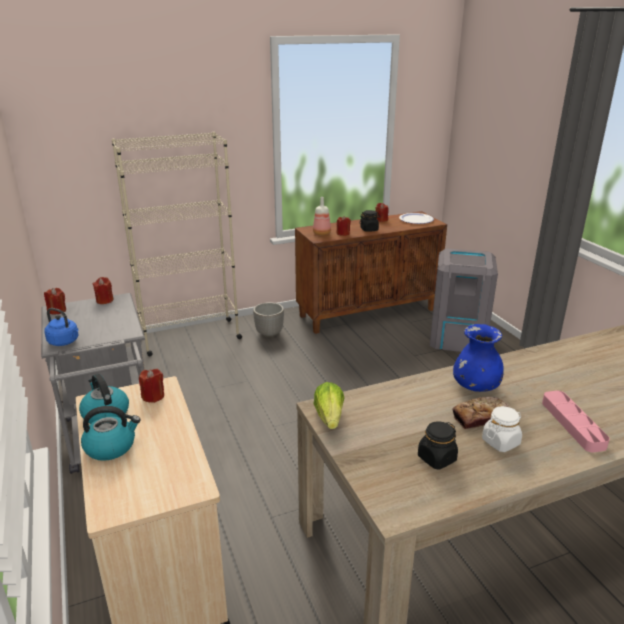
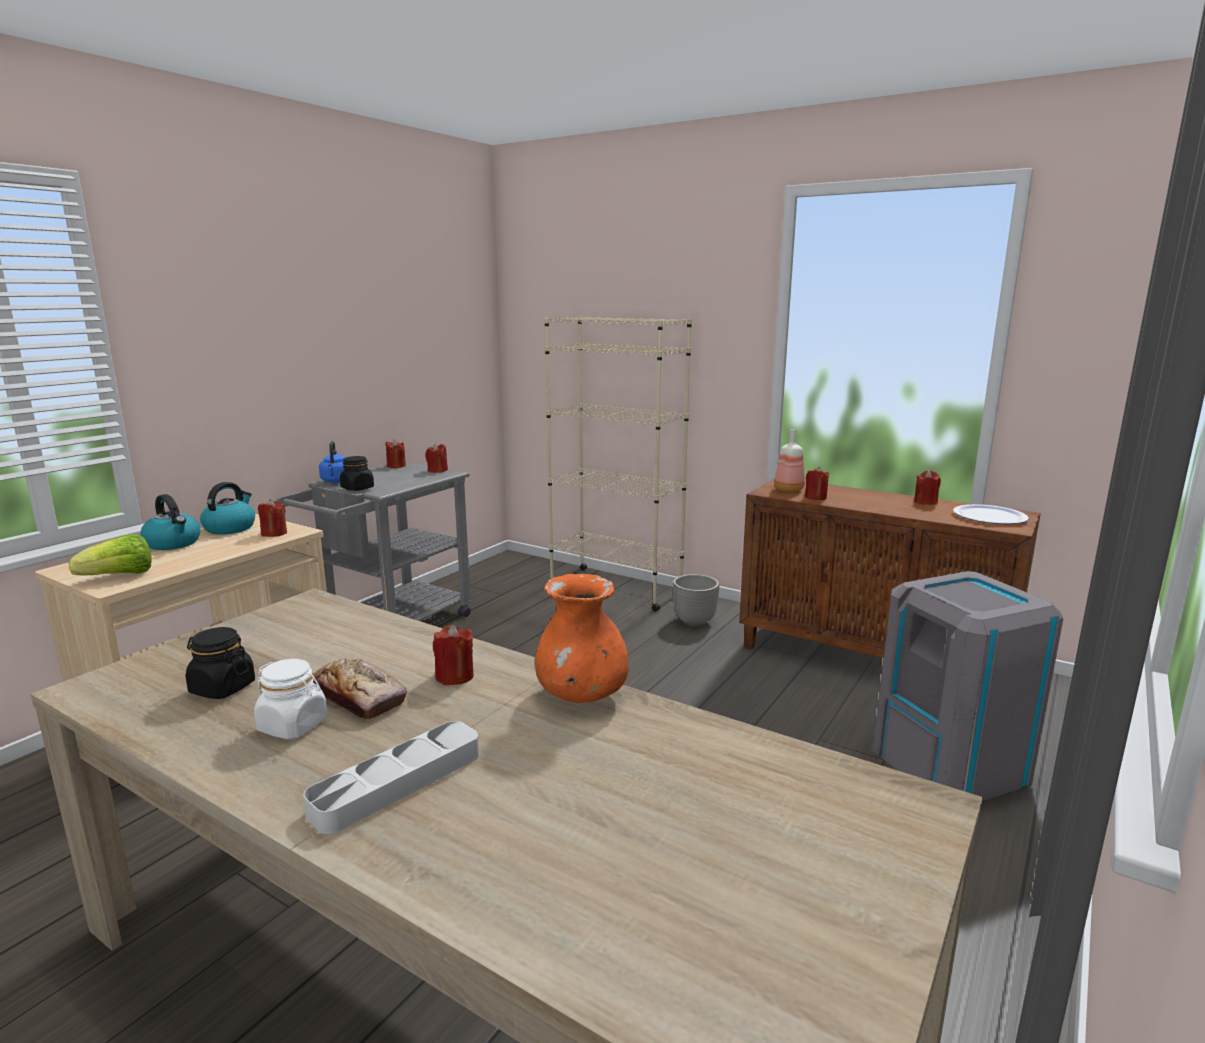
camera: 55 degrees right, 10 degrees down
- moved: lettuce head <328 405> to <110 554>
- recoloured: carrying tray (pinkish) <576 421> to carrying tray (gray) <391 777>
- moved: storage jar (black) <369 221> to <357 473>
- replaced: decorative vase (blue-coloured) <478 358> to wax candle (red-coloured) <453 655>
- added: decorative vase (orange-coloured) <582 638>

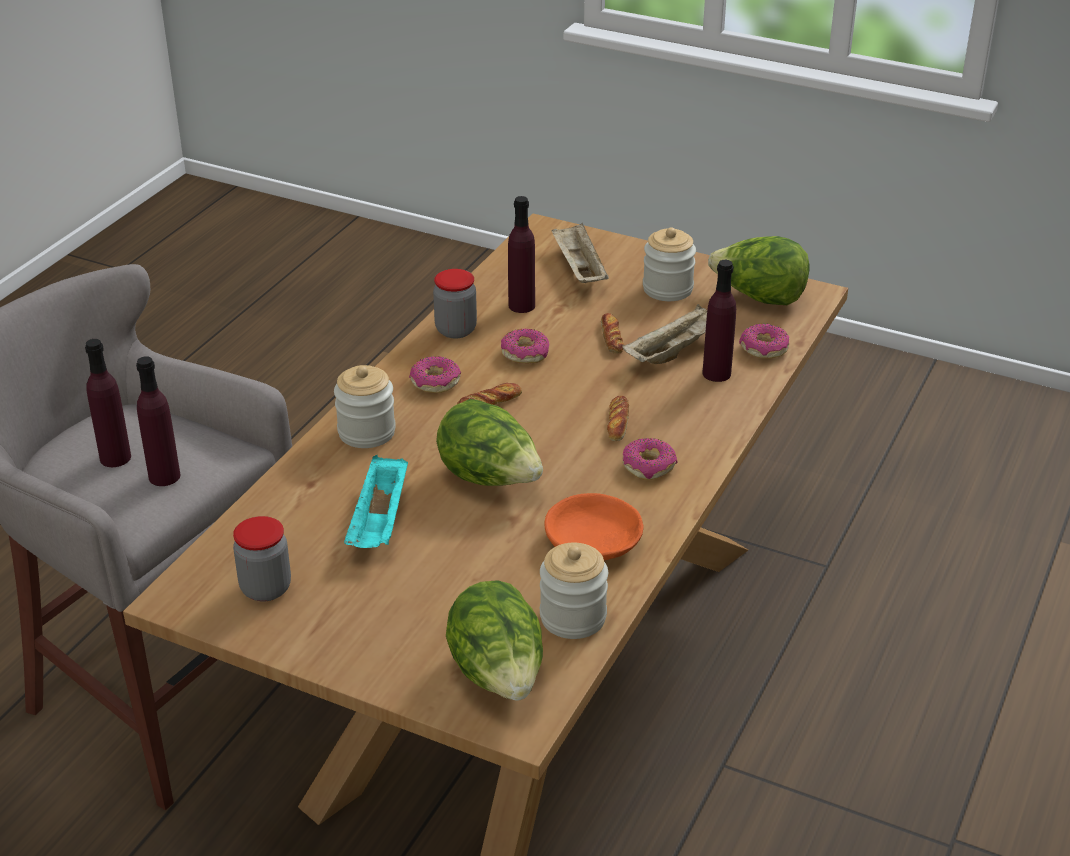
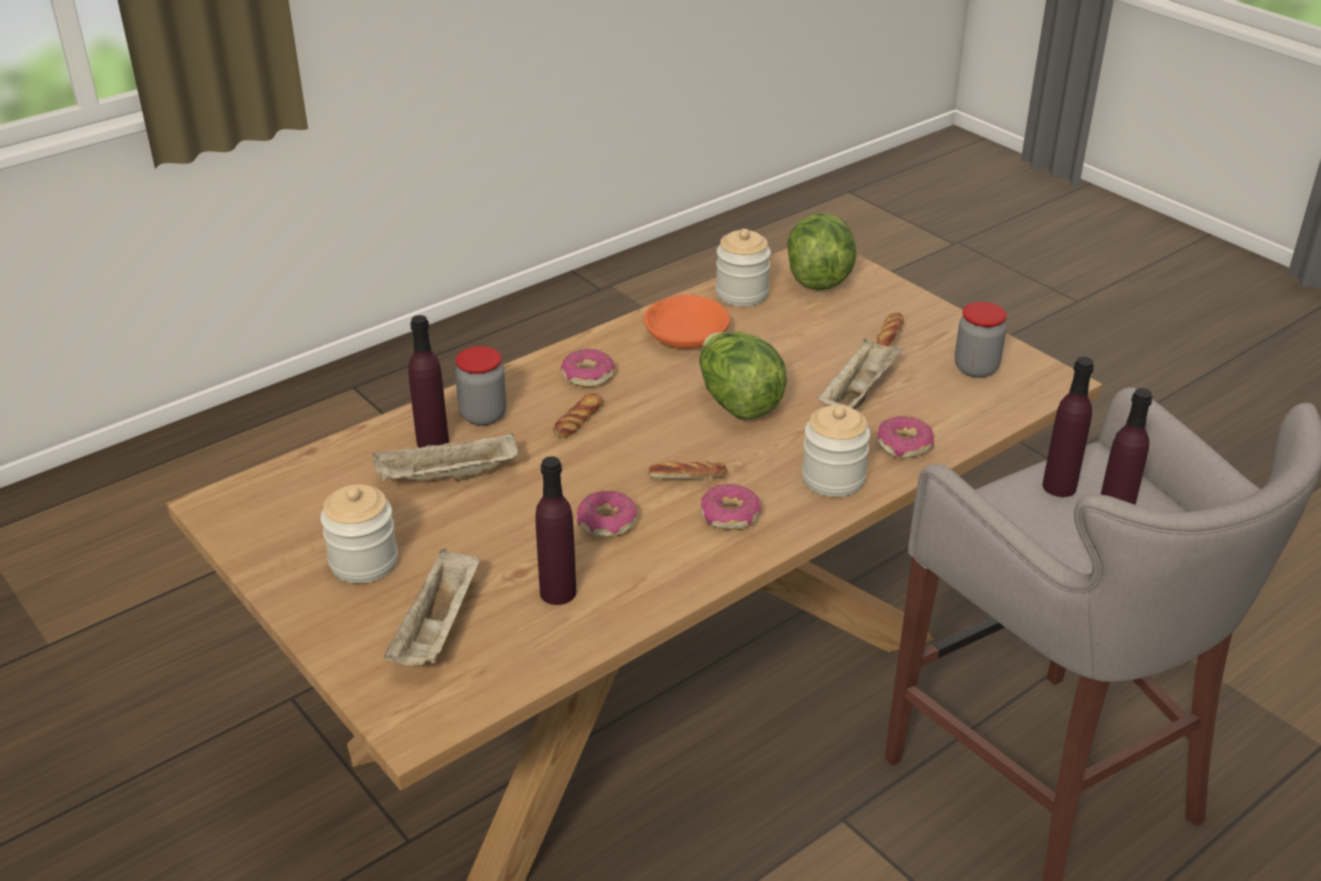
camera: 155 degrees left, 0 degrees up
- moved: storage jar <455 303> to <481 386>
- recoloured: carrying tray (turquoise) <376 501> to carrying tray (beige-coloured) <860 373>
- moved: bakery bread <612 333> to <890 330>
- moved: doughnut <764 341> to <905 437>
- removed: lettuce head <759 270>

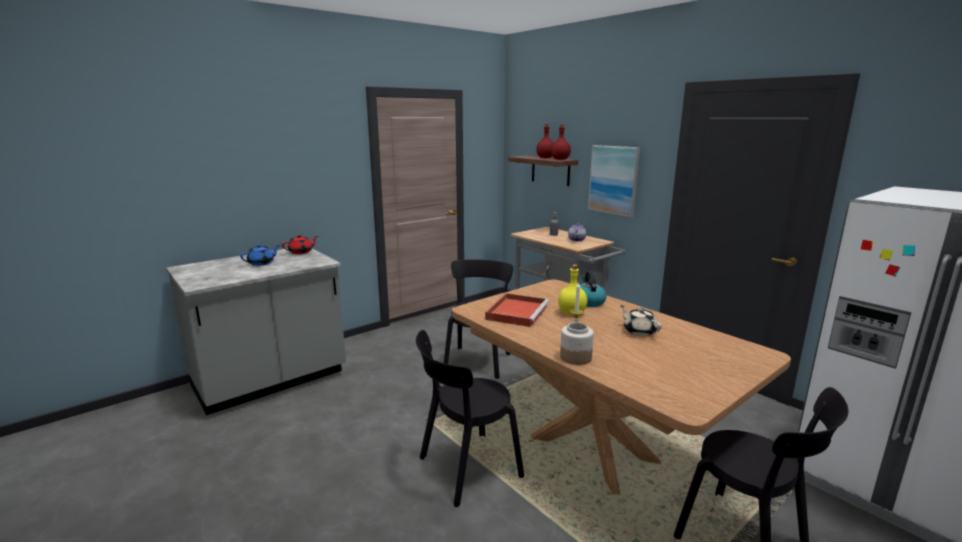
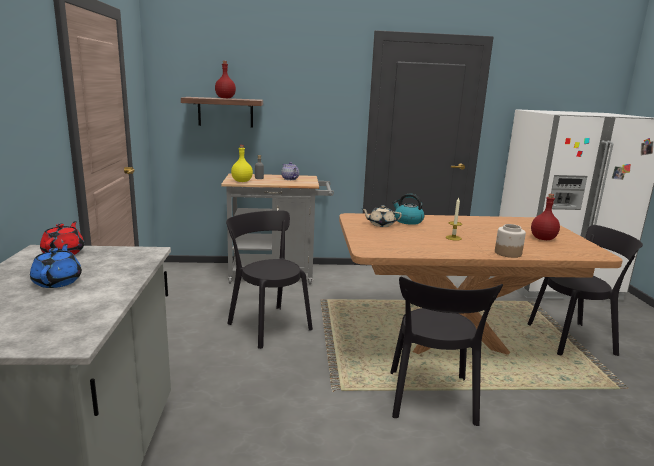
camera: 55 degrees left, 0 degrees up
- moved: bottle (yellow) <572 290> to <242 163>
- moved: pot for tea (beige-coloured) <641 320> to <381 216>
- moved: bottle (red-coloured) <561 142> to <545 217>
- removed: carrying tray (red-coloured) <517 310>
- removed: wall art <614 181>

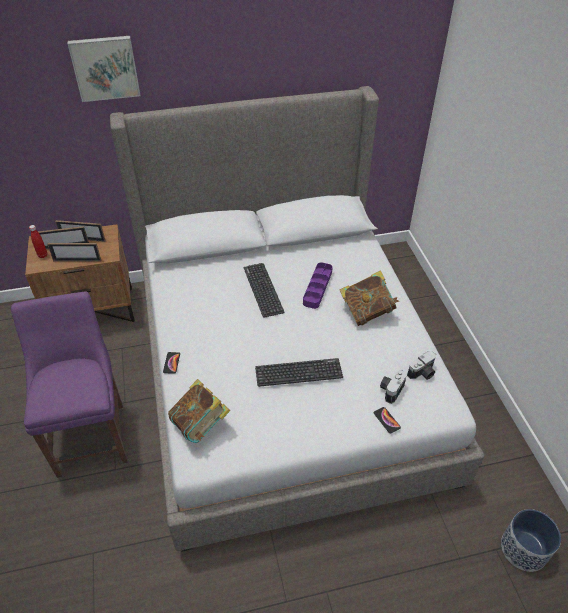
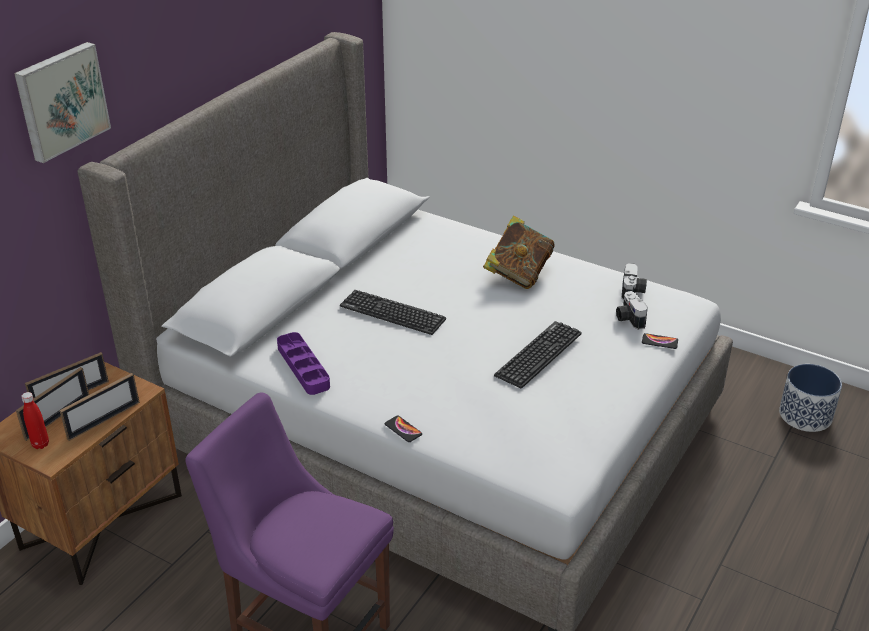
camera: 45 degrees left, 10 degrees down
- moved: carrying tray (purple) <318 285> to <303 363>
- removed: volume <199 411>

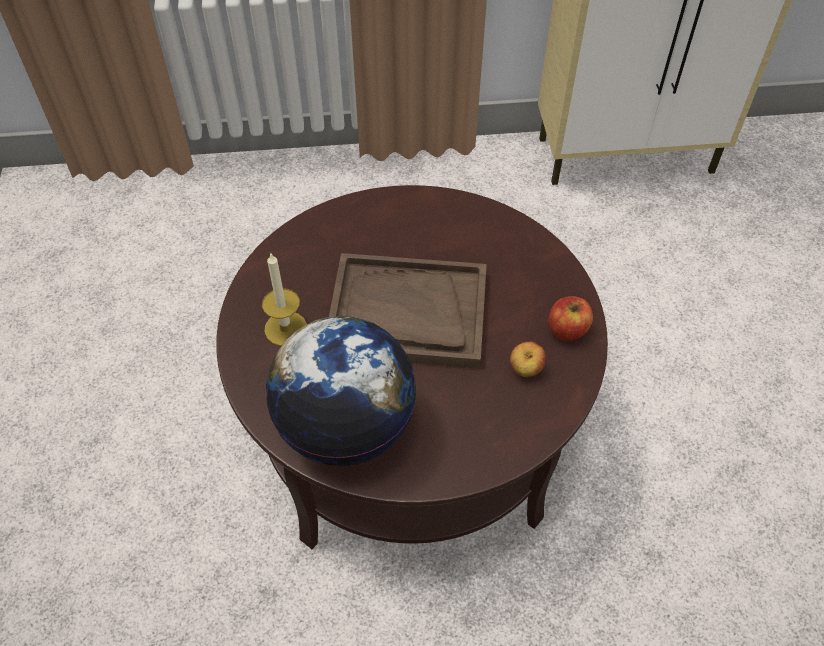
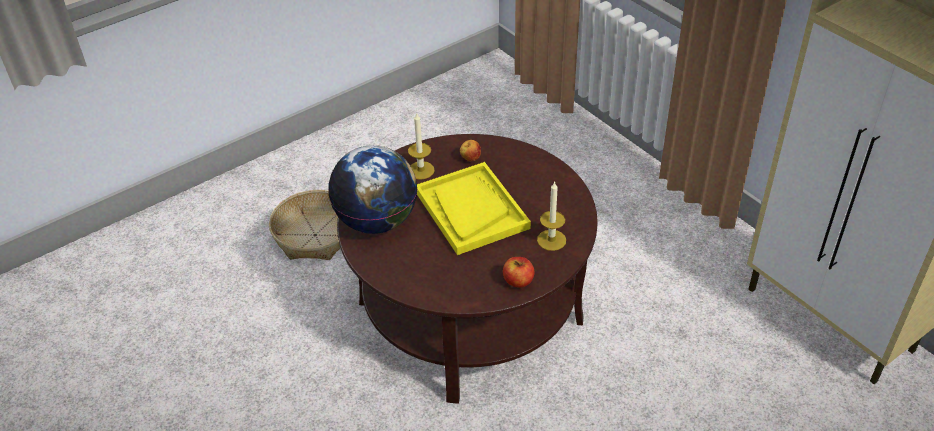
camera: 60 degrees right, 10 degrees down
- added: basket <304 225>
- recoloured: carrying tray (brown-coloured) <408 310> to carrying tray (yellow) <474 208>
- moved: whole apple <528 359> to <470 150>
- added: wax candle <551 216>

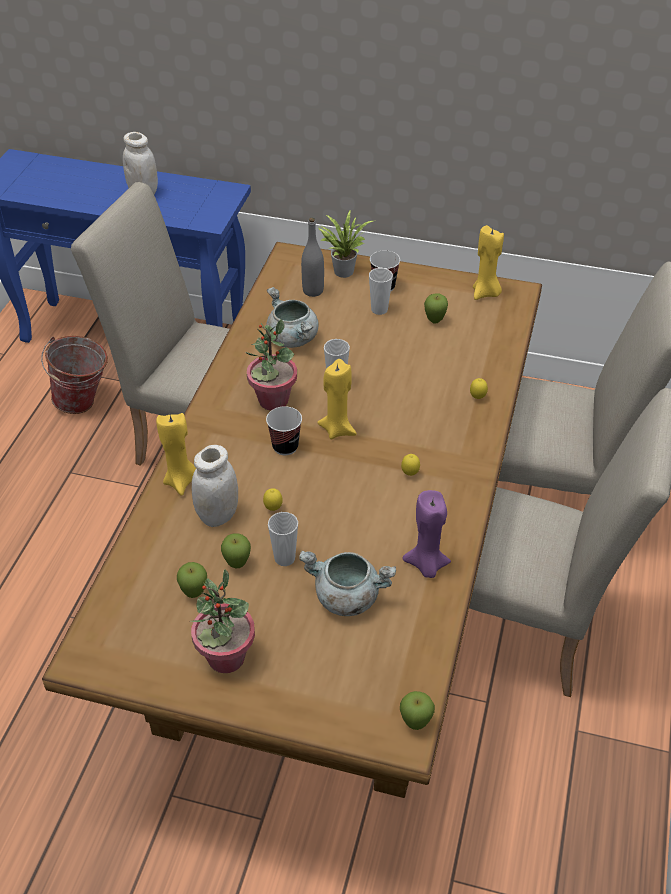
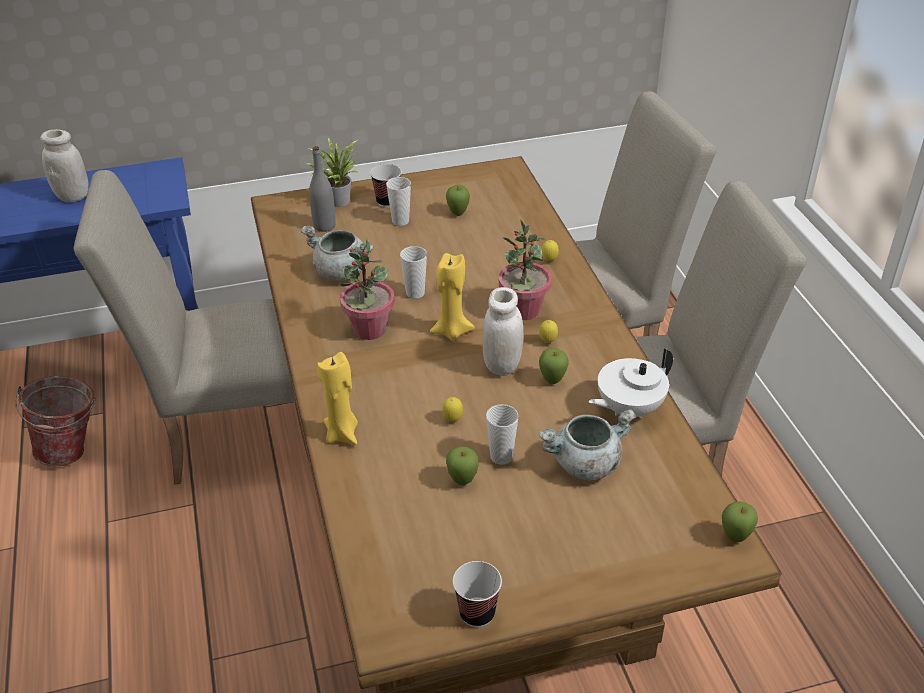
camera: 30 degrees left, 5 degrees down
- moved: drinking cup <284 430> to <477 594>
- moved: storage jar (whitish) <215 486> to <503 331>
- moved: potted plant <222 621> to <525 269>
- moved: whole apple <192 580> to <554 366>
- replaced: wax candle (purple) <427 534> to pot for tea (whitish) <631 383>
- removed: wax candle (yellow) <488 262>

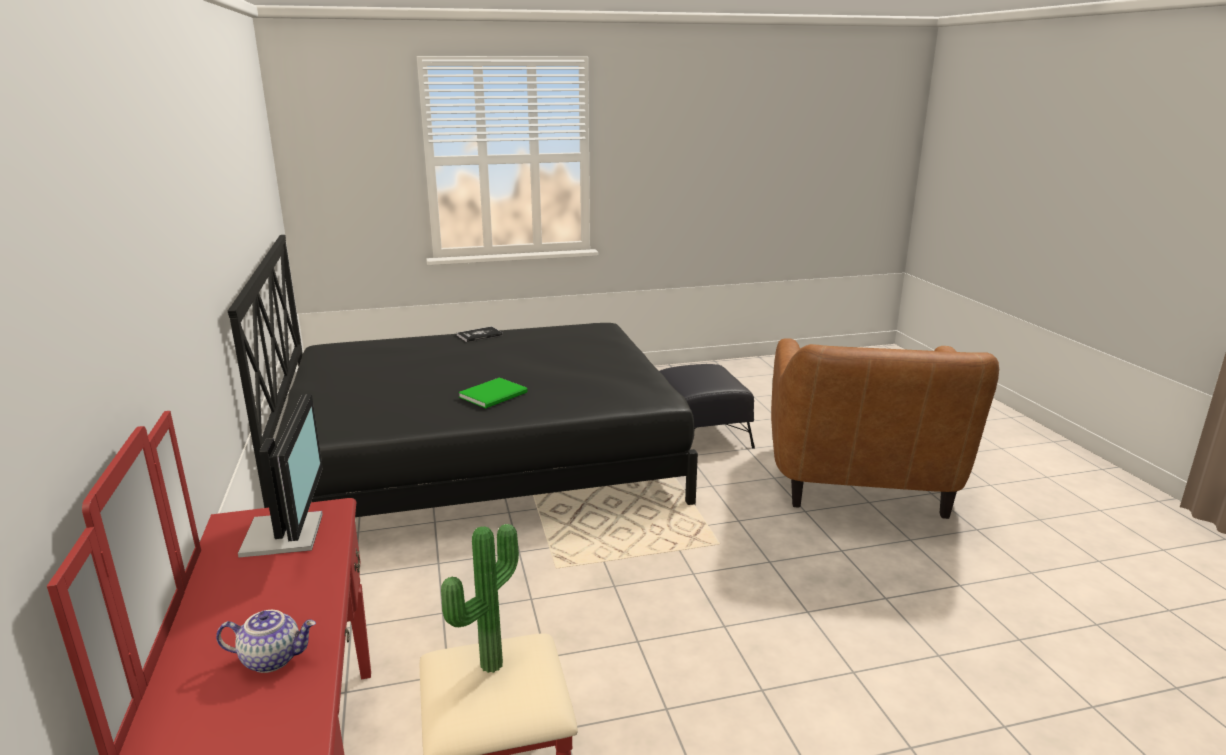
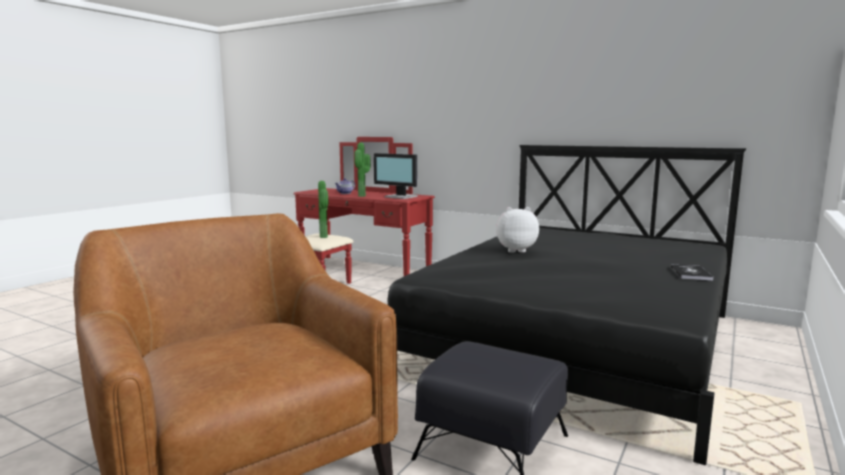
camera: 135 degrees right, 10 degrees down
- added: potted plant <362 169>
- replaced: volume (green) <493 392> to soft toy <517 230>

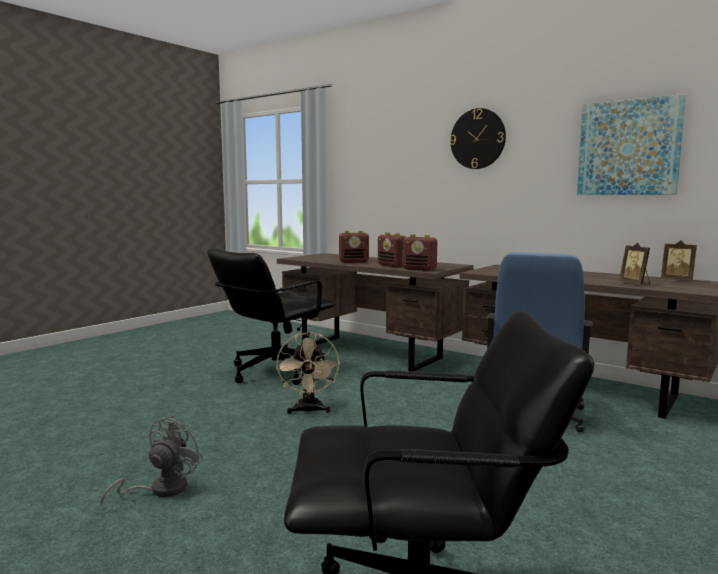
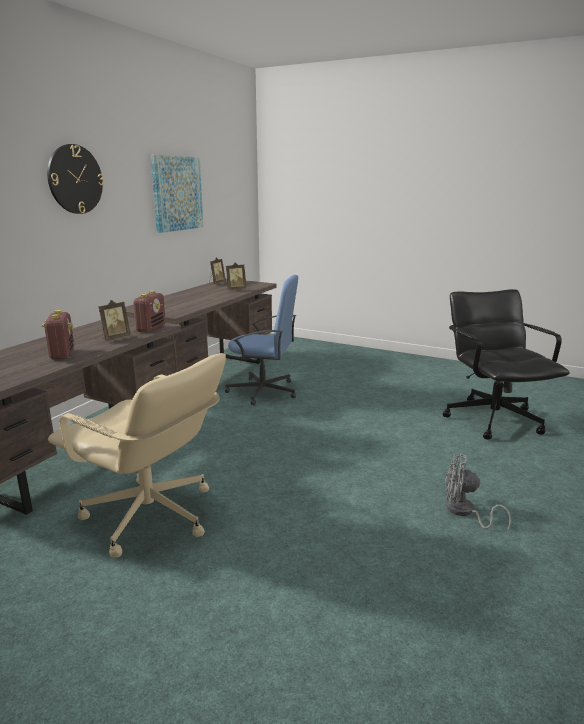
camera: 100 degrees left, 10 degrees up
- recoloured: office chair (black) <272 317> to office chair (beige-coloured) <137 455>
- replaced: radio set <392 249> to picture frame <114 320>
- removed: cooling fan (beige-coloured) <308 373>

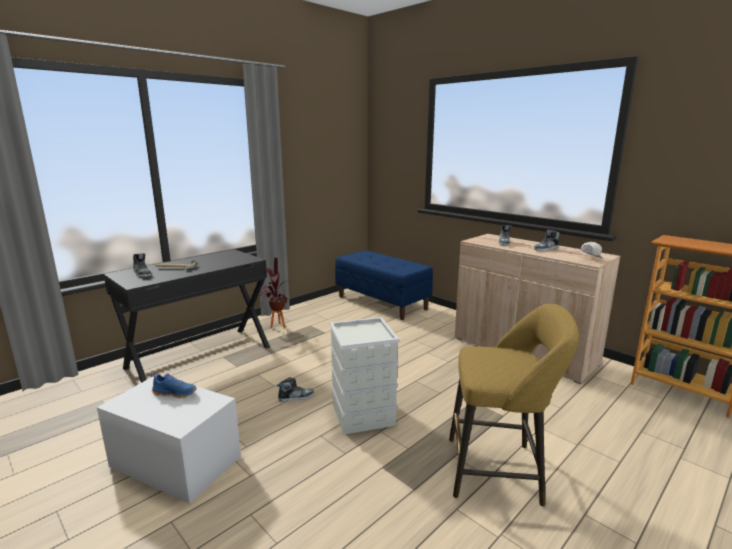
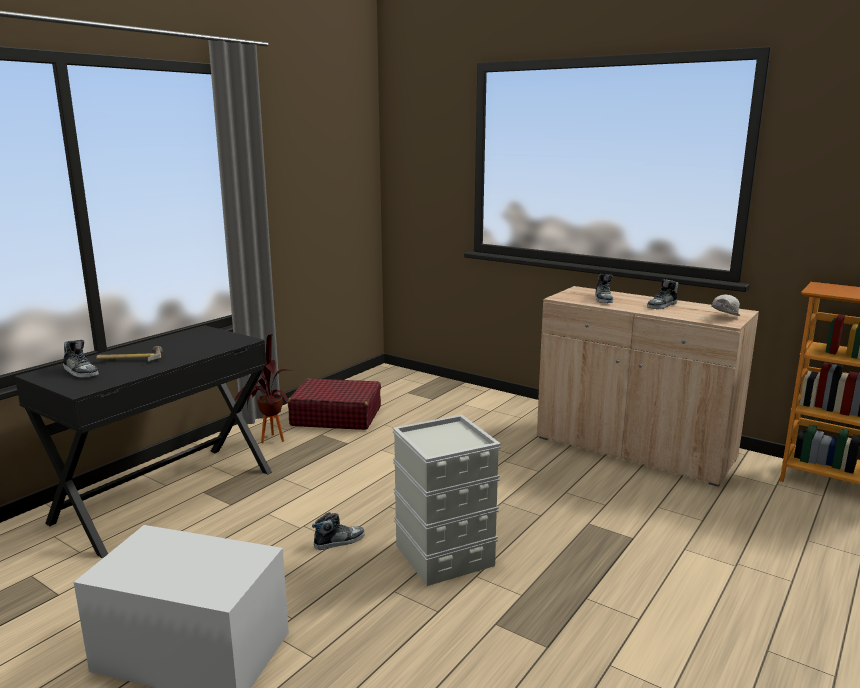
camera: 10 degrees left, 0 degrees up
- added: piece of luggage (red-coloured) <334 404>
- removed: item of footwear (blue-coloured) <174 385>
- removed: bench (blue-coloured) <384 285>
- removed: sitting stool (yellow) <514 405>

